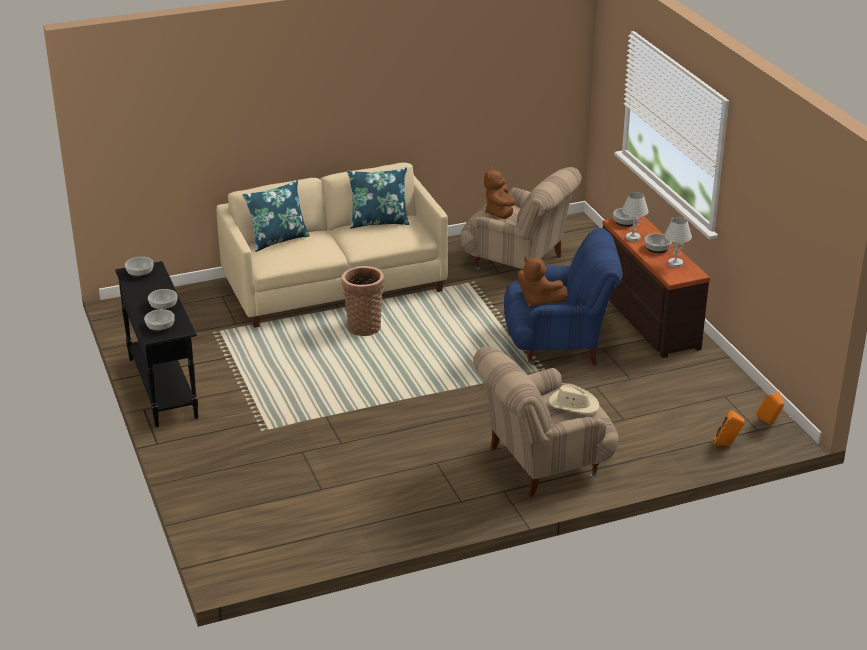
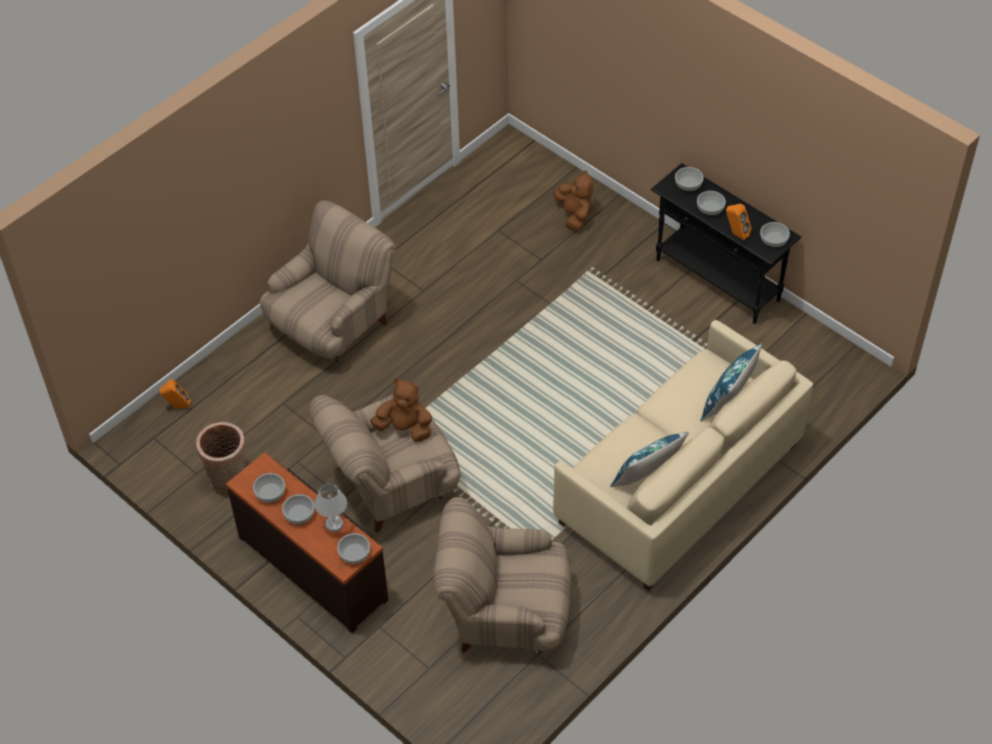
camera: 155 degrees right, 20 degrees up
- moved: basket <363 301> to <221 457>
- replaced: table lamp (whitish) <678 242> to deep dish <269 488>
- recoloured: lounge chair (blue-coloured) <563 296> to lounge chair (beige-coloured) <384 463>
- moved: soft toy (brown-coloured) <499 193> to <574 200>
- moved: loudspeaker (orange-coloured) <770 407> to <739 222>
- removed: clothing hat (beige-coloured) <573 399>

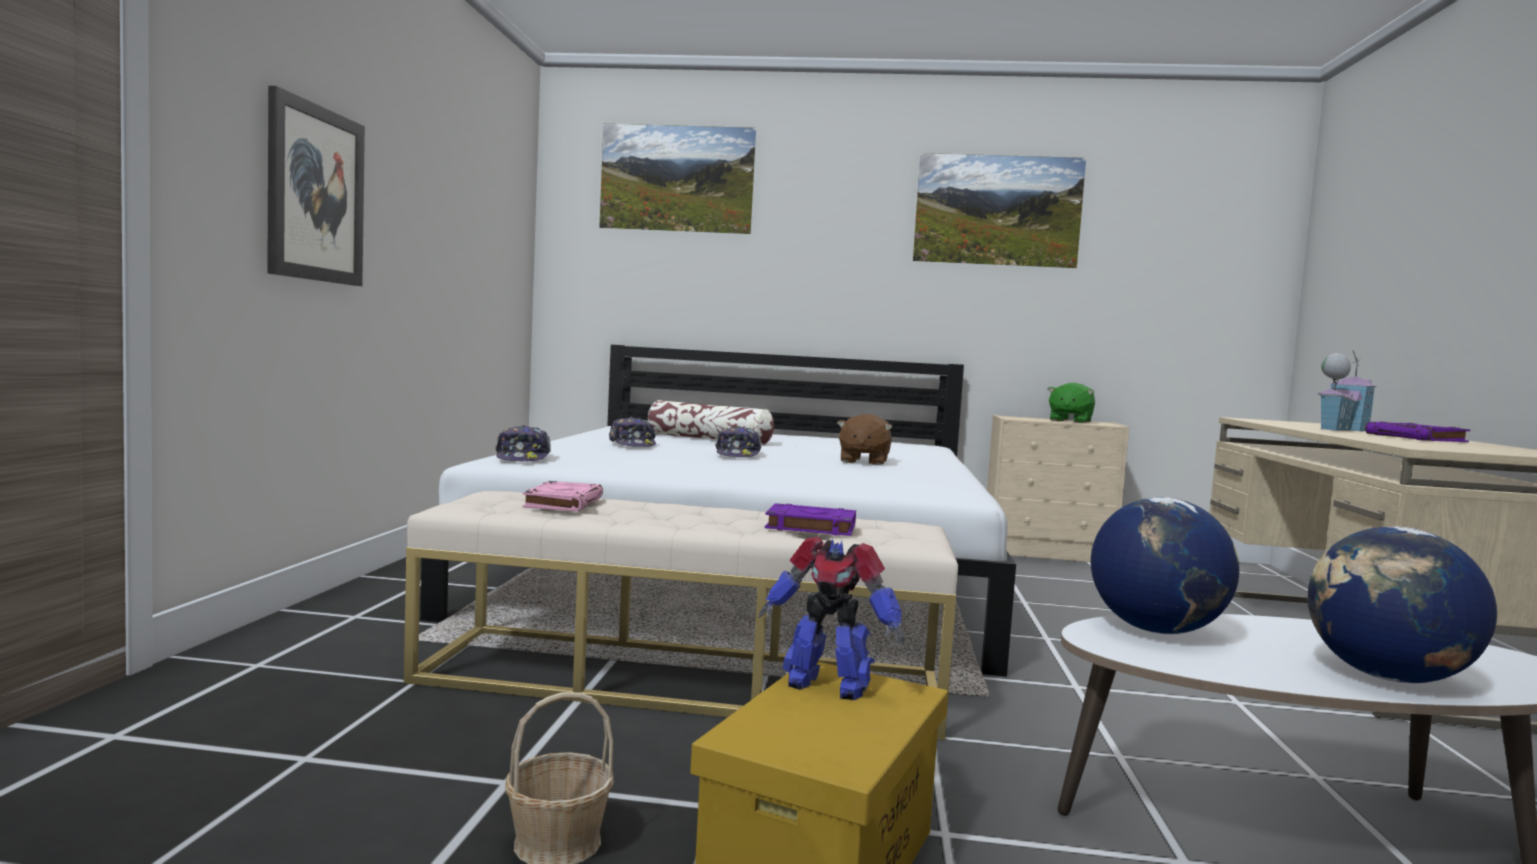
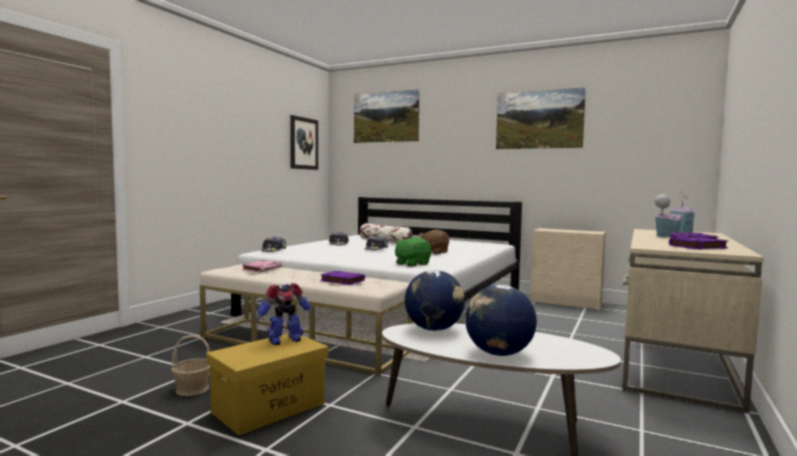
camera: 20 degrees right, 0 degrees up
- turned: robot figure <831 618> = <285 314> 75 degrees counterclockwise
- moved: wall art <316 186> to <304 142>
- moved: soft toy (green) <1071 403> to <413 252>
- added: volume (purple) <699 243>

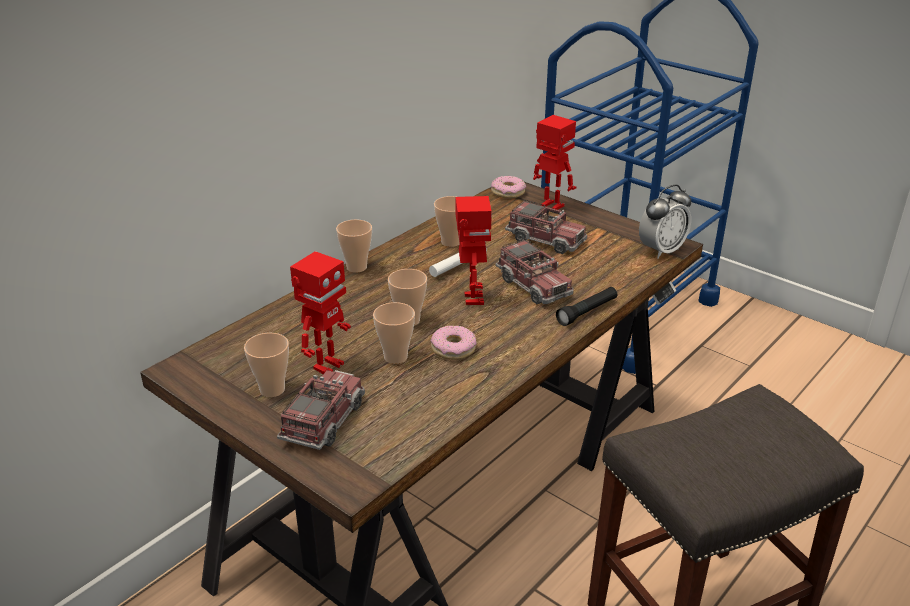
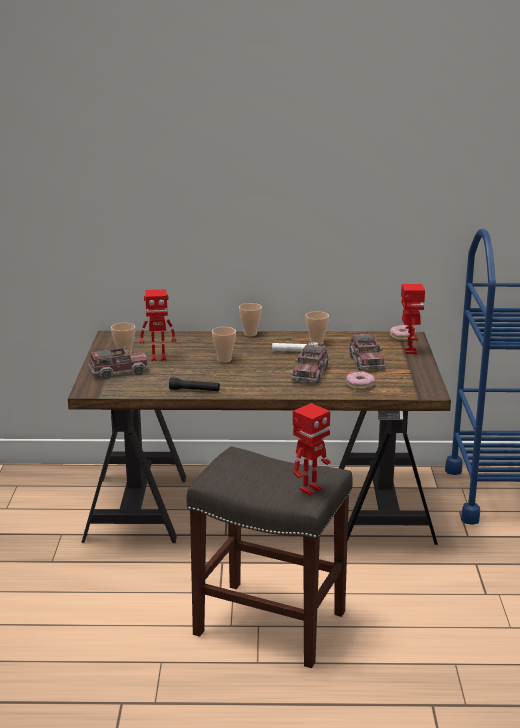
camera: 50 degrees right, 10 degrees down
- moved: hand torch (black) <586 306> to <194 384>
- moved: robot figure <474 250> to <312 449>
- moved: doughnut <454 342> to <360 380>
- removed: drinking cup <394 333>
- removed: bedside clock <665 221>

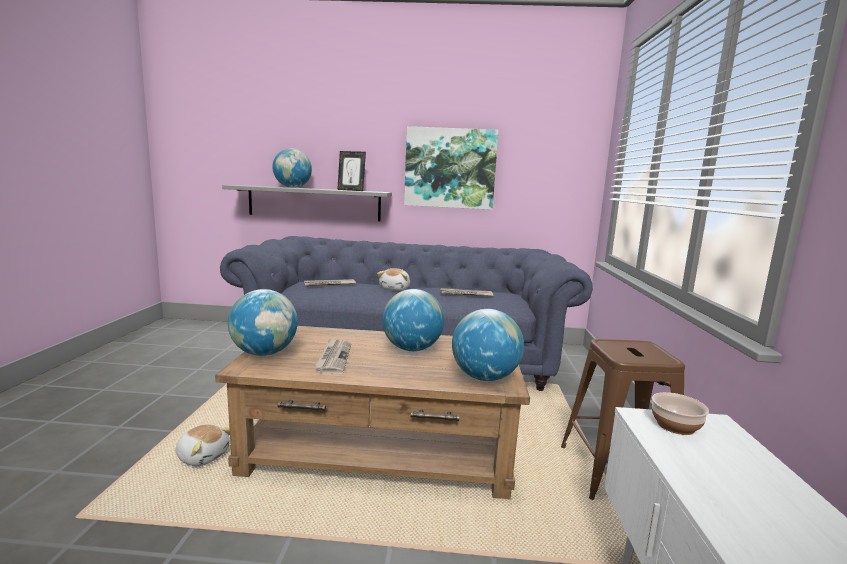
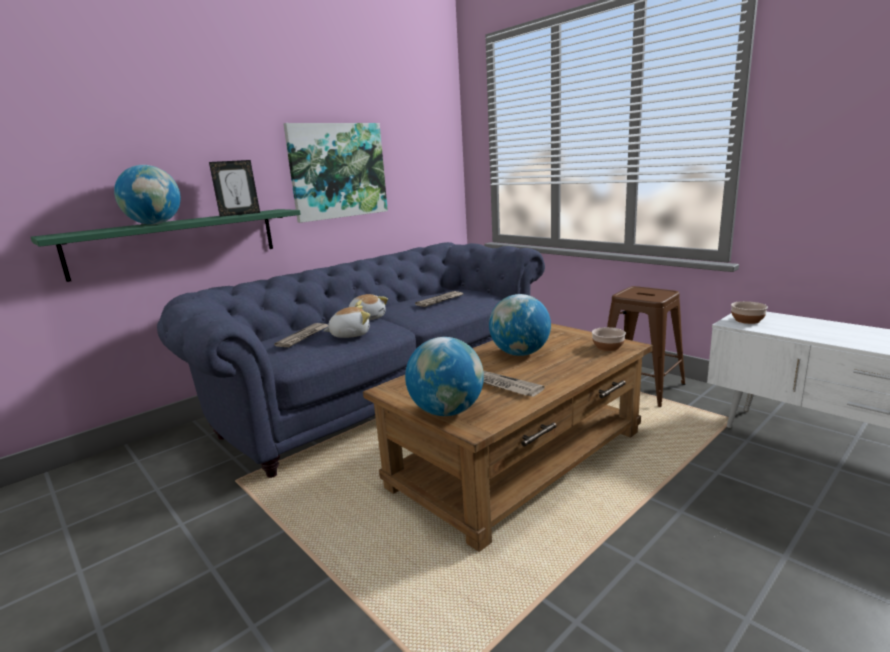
camera: 45 degrees left, 5 degrees up
- recoloured: wall shelf (gray) <307 203> to wall shelf (green) <166 245>
- moved: soft toy <203 445> to <346 321>
- replaced: desk globe <488 345> to deep dish <609 339>

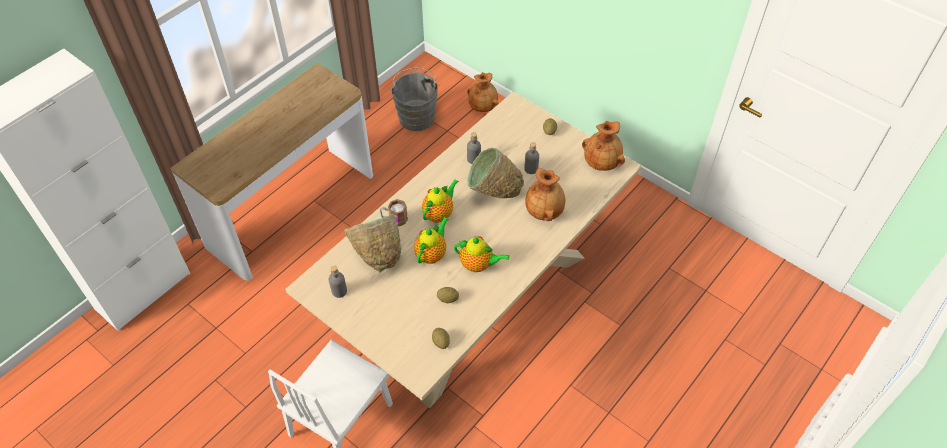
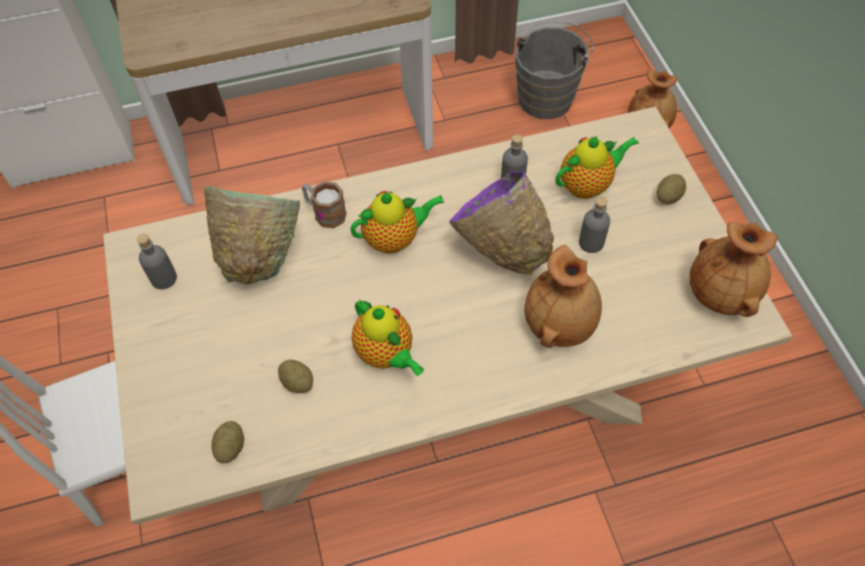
camera: 35 degrees right, 5 degrees up
- recoloured: deep dish (green) <495 172> to deep dish (purple) <501 223>
- moved: pot for tea <431 240> to <597 167>

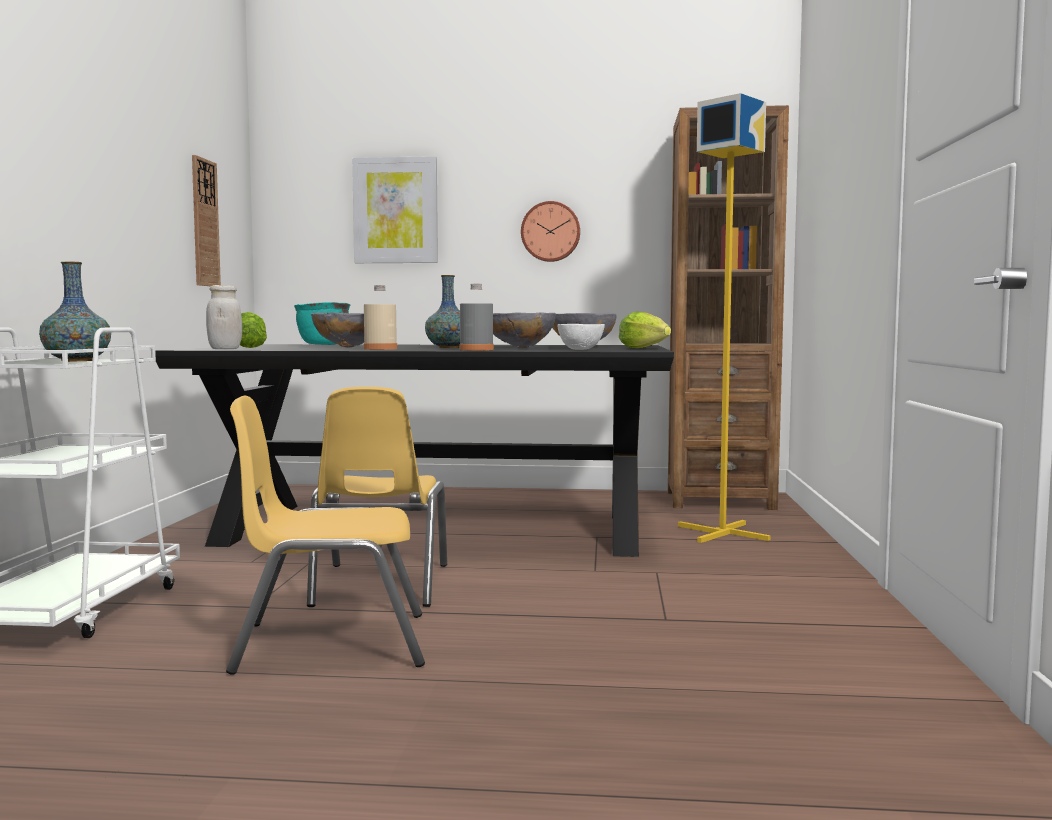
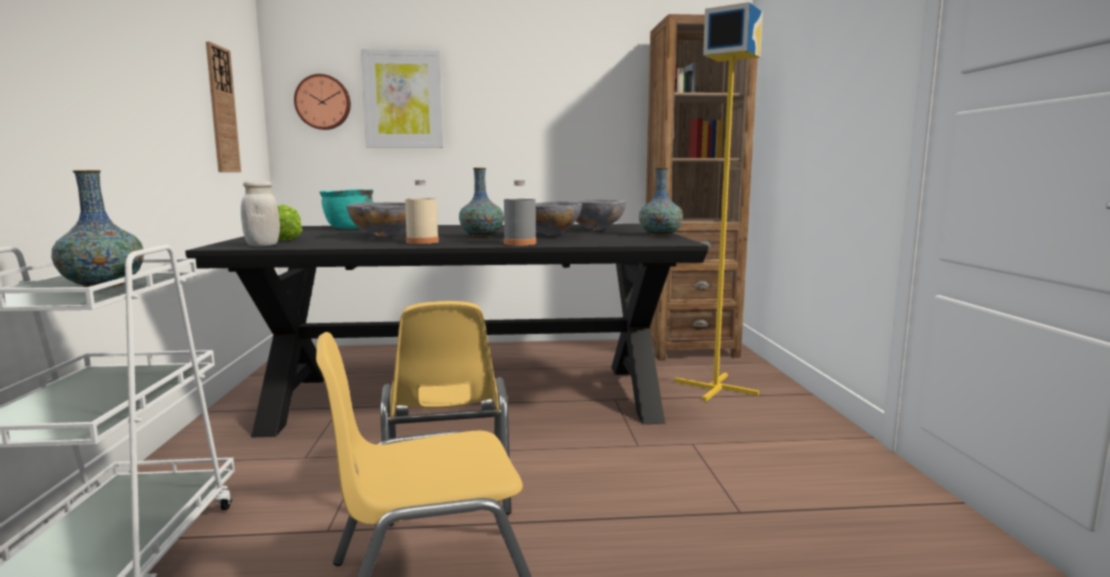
camera: 10 degrees left, 5 degrees up
- moved: hanging clock <550 231> to <322 102>
- replaced: lettuce head <645 330> to decorative vase <661 202>
- removed: deep dish (whitish) <581 337>

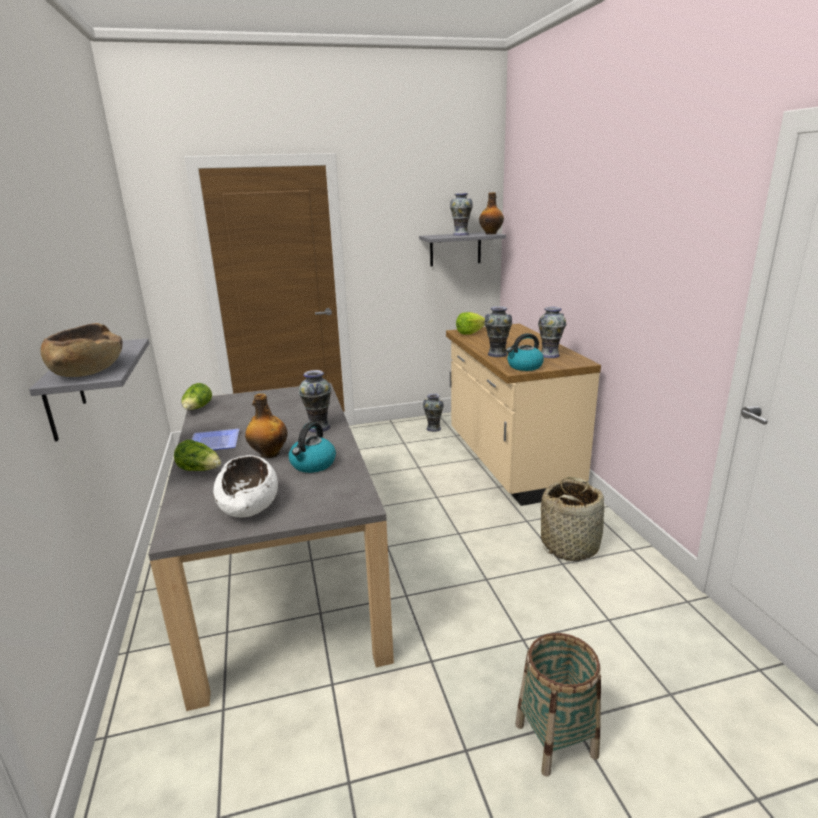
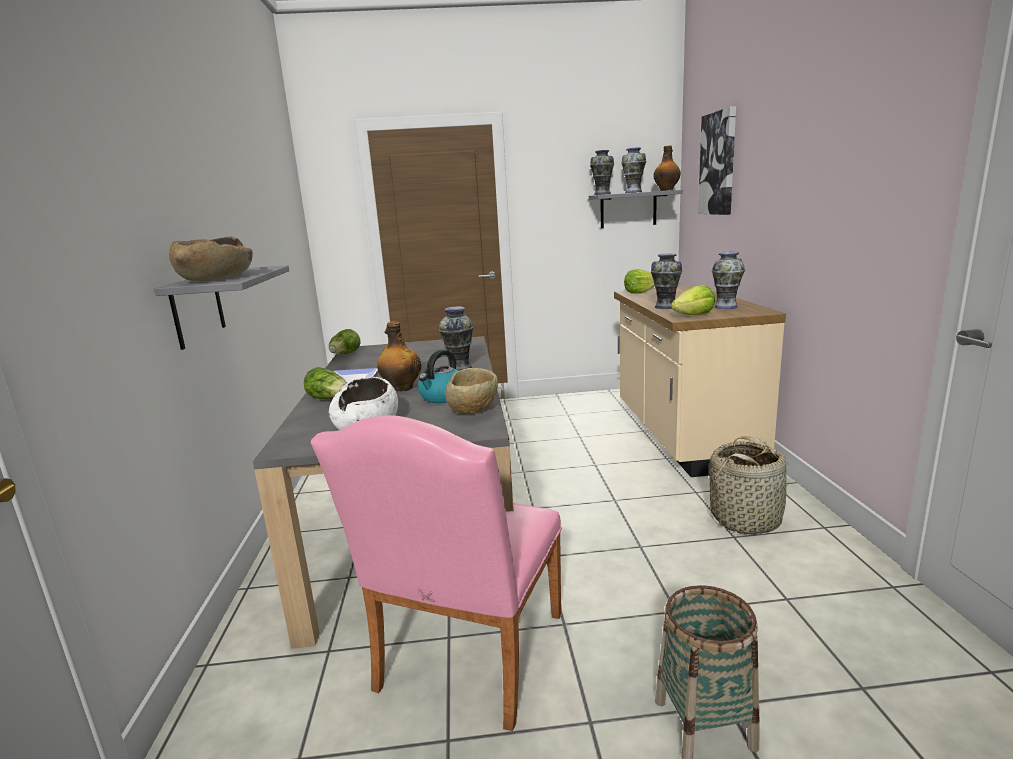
camera: 10 degrees right, 5 degrees down
- added: plain chair (pinkish) <436 573>
- added: deep dish (beige-coloured) <471 391>
- moved: decorative vase <433 412> to <602 172>
- replaced: water kettle <525 352> to lettuce head <693 300>
- added: wall art <717 160>

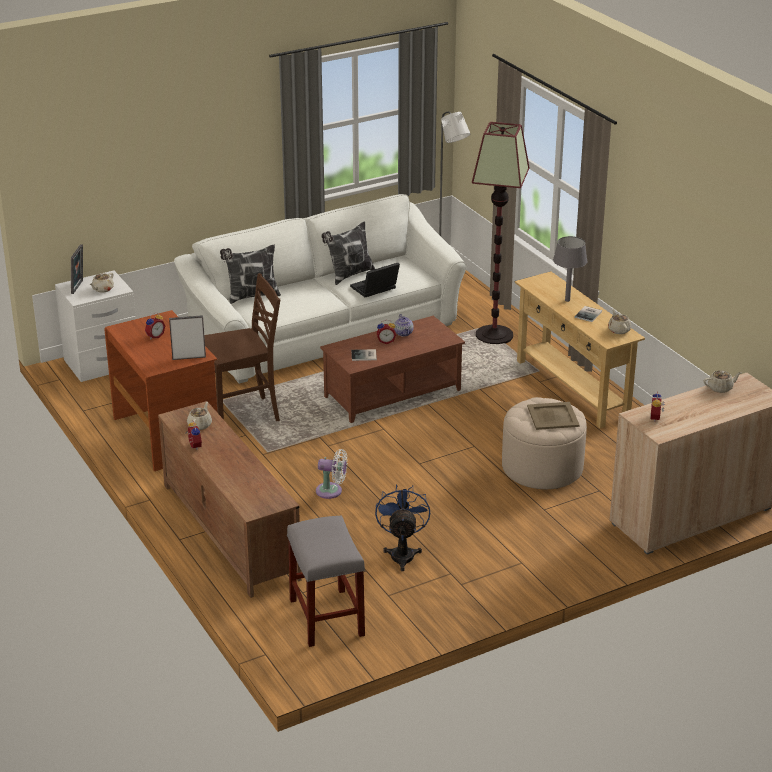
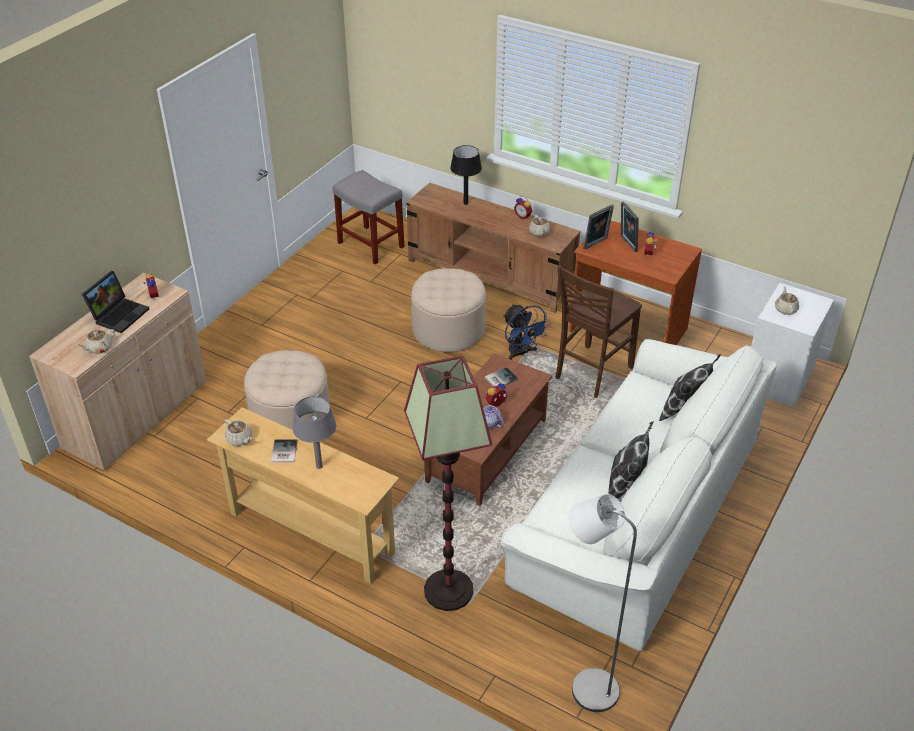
camera: 150 degrees right, 10 degrees up
- moved: notebook computer <375 280> to <115 302>
- replaced: cooling fan (whitish) <331 474> to pouffe (beige-coloured) <448 310>
- added: table lamp (black) <466 175>
- moved: cooling fan (blue-coloured) <402 527> to <527 332>
- moved: picture frame <77 269> to <630 226>
- removed: carrying tray (beige-coloured) <553 416>

